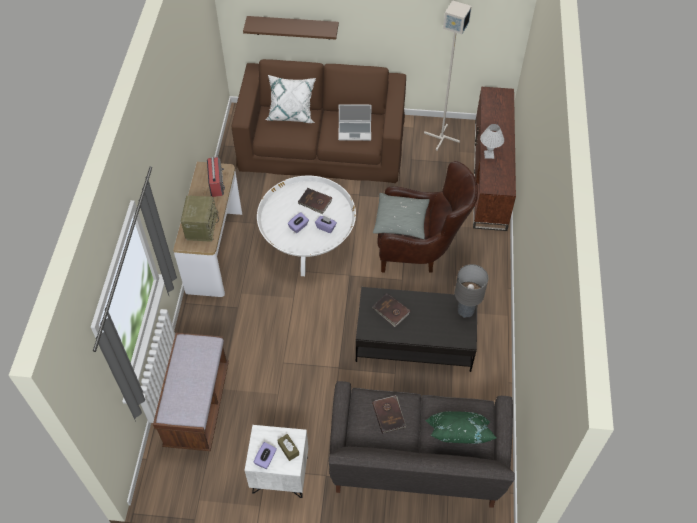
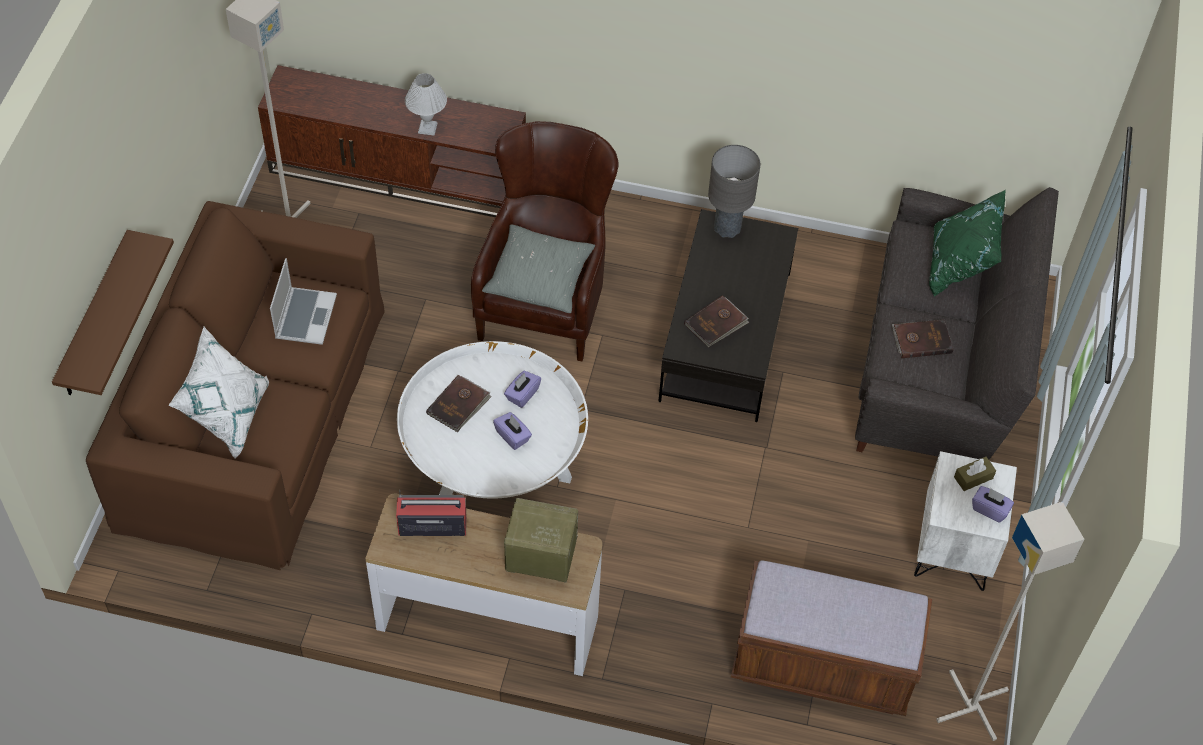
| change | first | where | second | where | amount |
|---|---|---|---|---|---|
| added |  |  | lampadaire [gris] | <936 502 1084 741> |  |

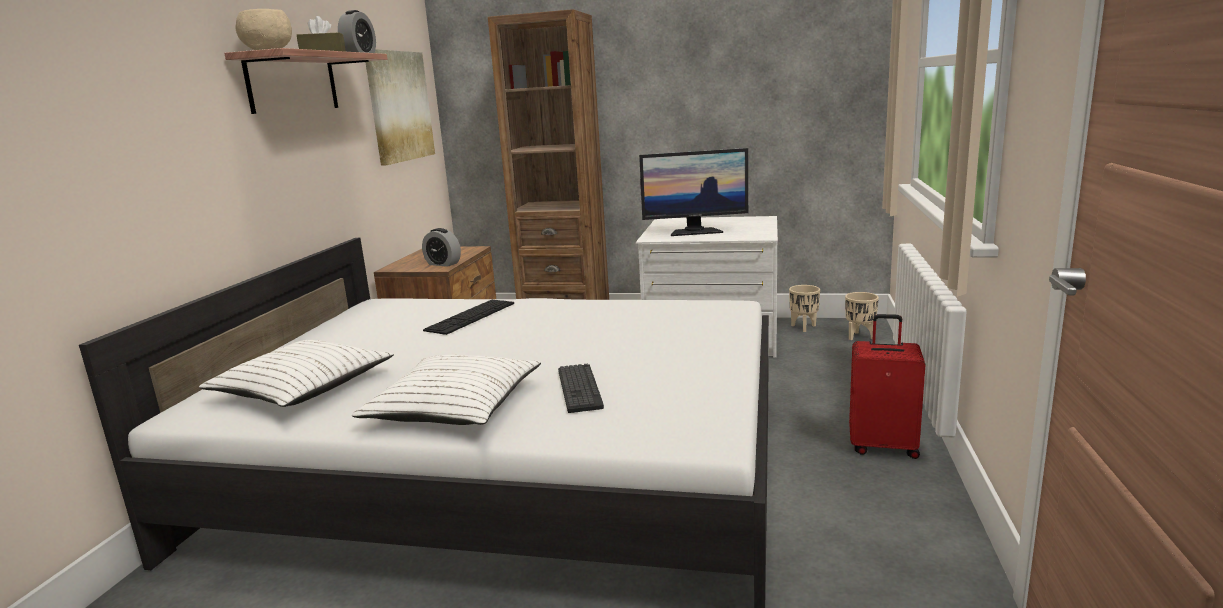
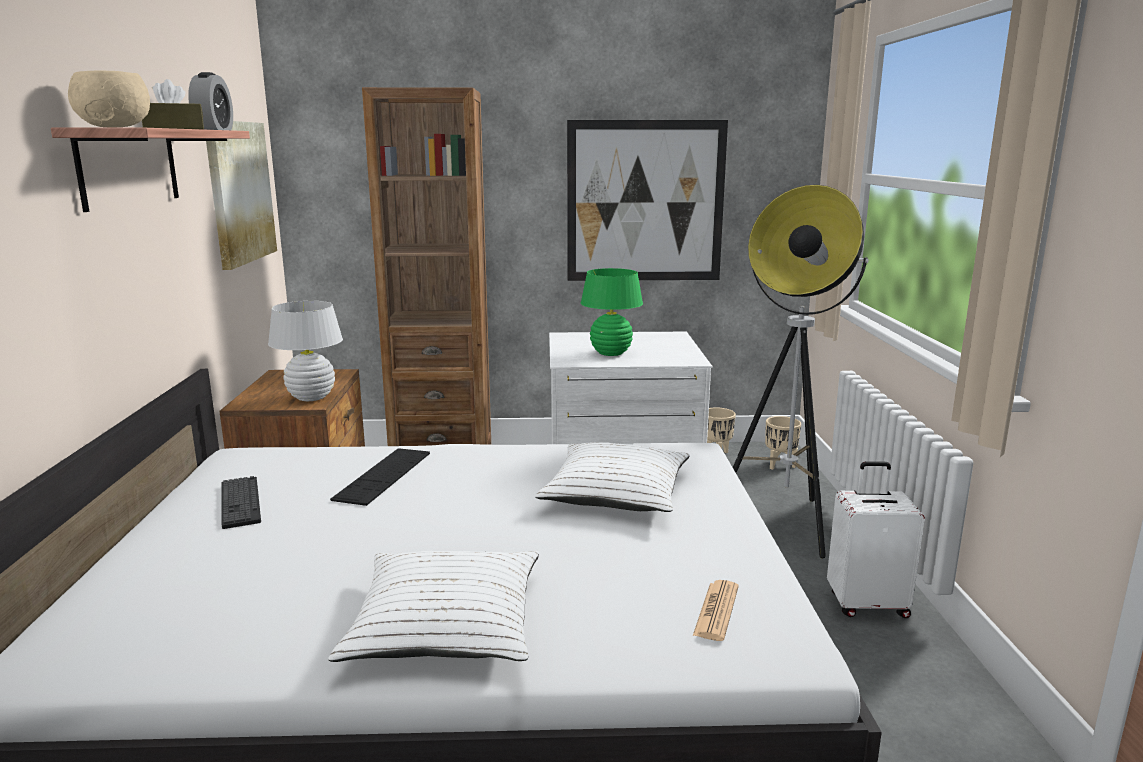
| change | first | where | second | where | amount |
|---|---|---|---|---|---|
| replaced | écran d'ordinateur | <639 148 748 236> | lampe de table [vert] | <581 268 643 356> |  |
| replaced | réveil | <422 228 461 267> | lampe de table [blanc] | <268 301 343 401> |  |
| recoloured | valise [rouge] | <849 314 926 459> | valise [blanc] | <827 461 925 618> |  |
| moved | coussin [blanc] | <199 340 394 407> |  | <535 442 690 512> |  |
| moved | clavier | <558 364 604 413> |  | <221 476 261 529> |  |
| added |  |  | tableau | <567 120 728 281> |  |
| added |  |  | lampadaire | <733 185 869 559> |  |
| added |  |  | journal | <693 580 739 641> |  |

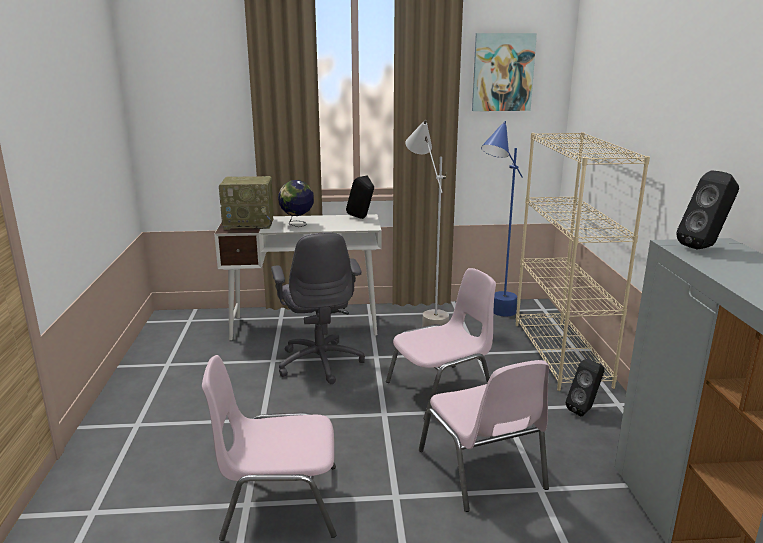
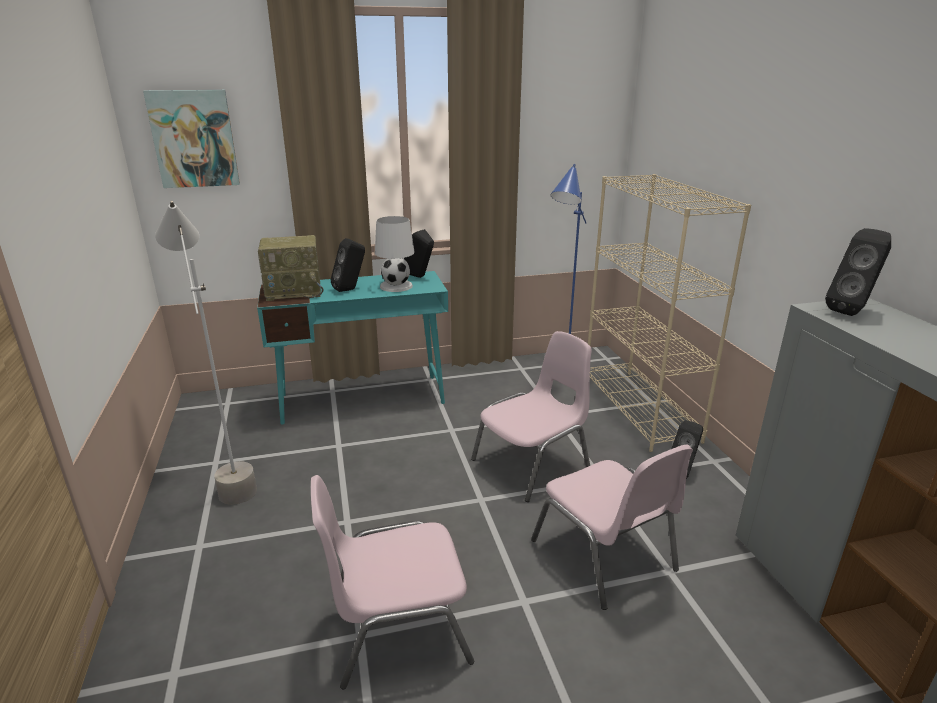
| change | first | where | second | where | amount |
|---|---|---|---|---|---|
| moved | tableau | <472 33 537 111> |  | <143 90 240 188> |  |
| moved | lampadaire [gris] | <405 120 449 327> |  | <155 201 257 505> |  |
| replaced | globe | <278 180 314 227> | enceinte [noir] | <330 238 365 292> |  |
| recoloured | bureau [blanc] | <214 214 381 340> | bureau [turquoise] | <257 271 448 424> |  |
| removed | chaise de bureau [gris] | <271 232 365 384> |  |  |  |
| added |  |  | lampe de table [blanc] | <375 216 415 292> |  |

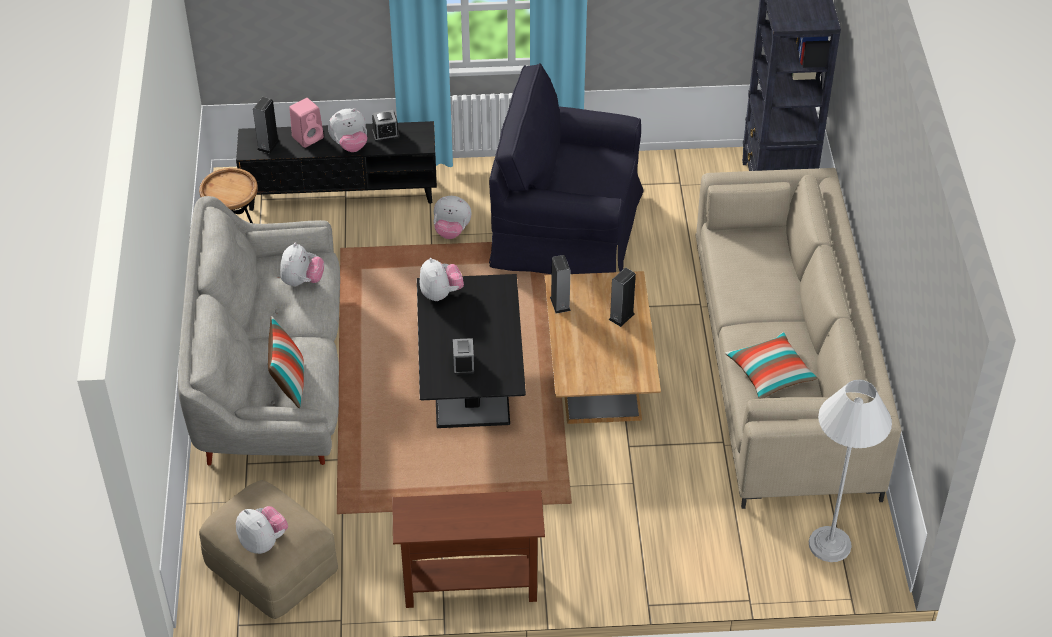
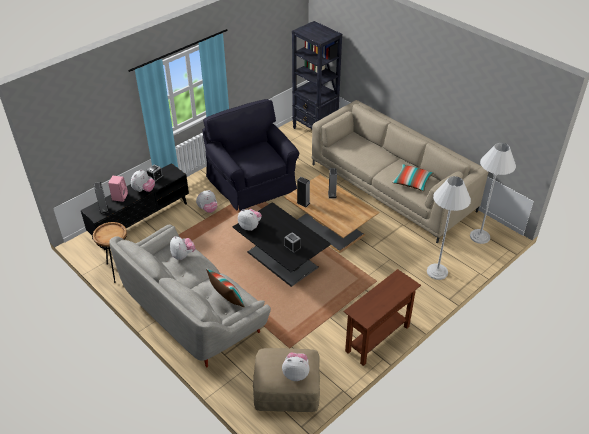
| change | first | where | second | where | amount |
|---|---|---|---|---|---|
| turned | fauteuil [noir] | <489 63 644 274> |  | <202 99 299 211> | 90 degrees clockwise |
| added |  |  | lampadaire [blanc] | <427 176 471 280> |  |

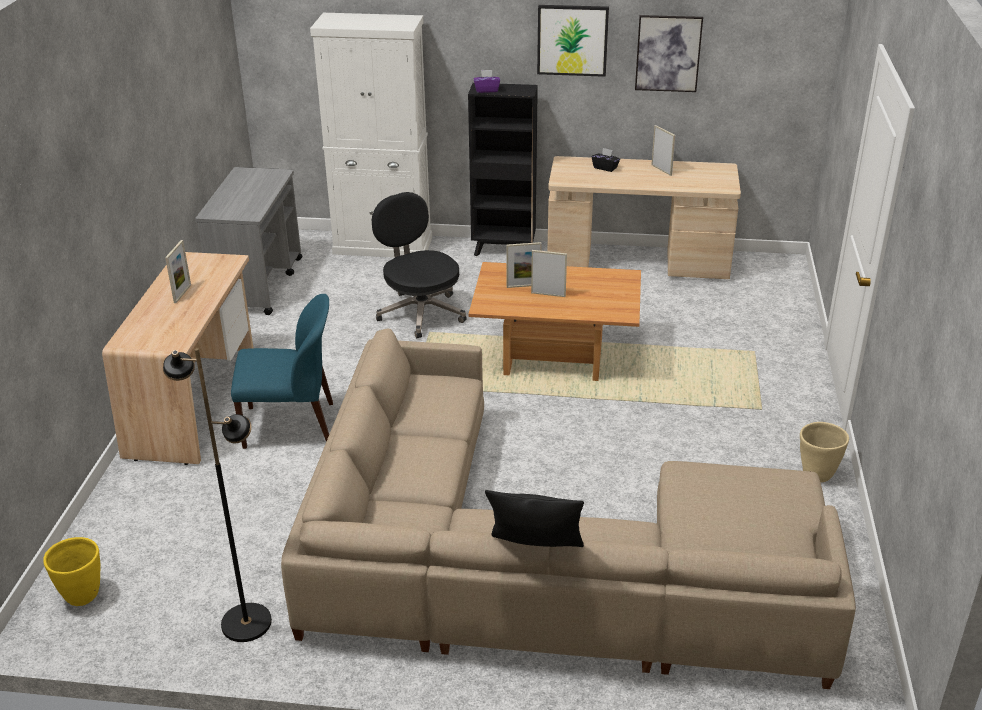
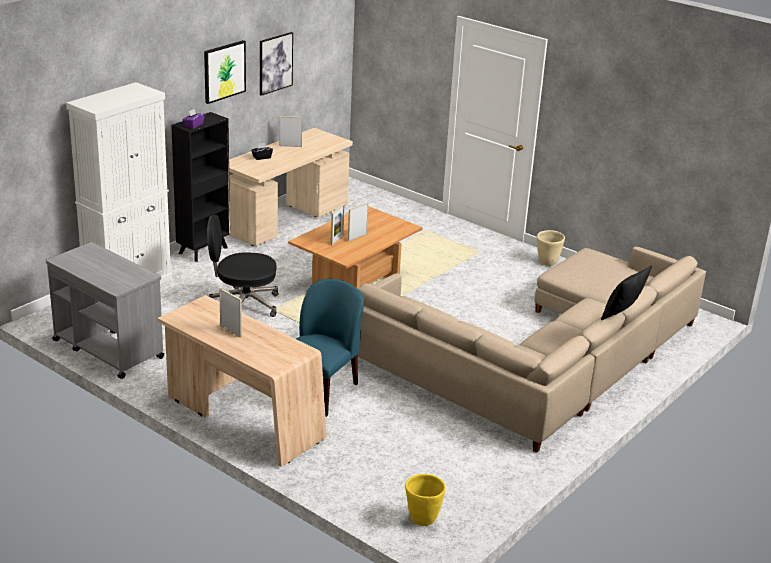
| change | first | where | second | where | amount |
|---|---|---|---|---|---|
| removed | lampadaire [noir] | <163 348 272 642> |  |  |  |

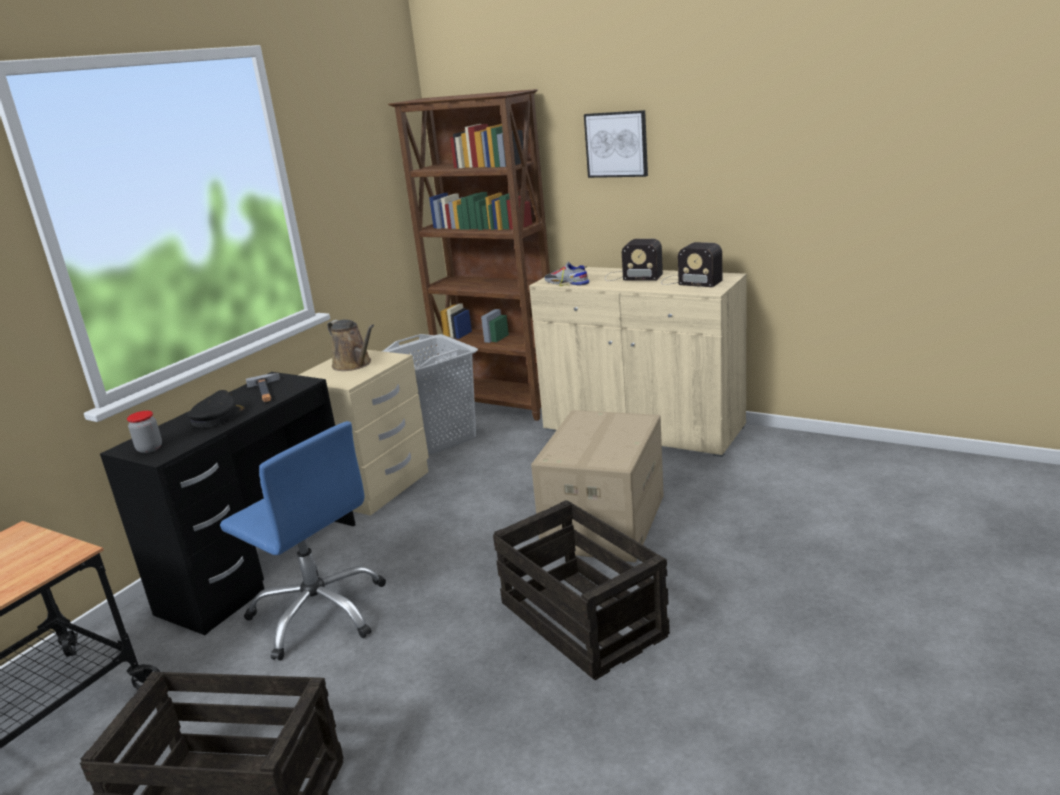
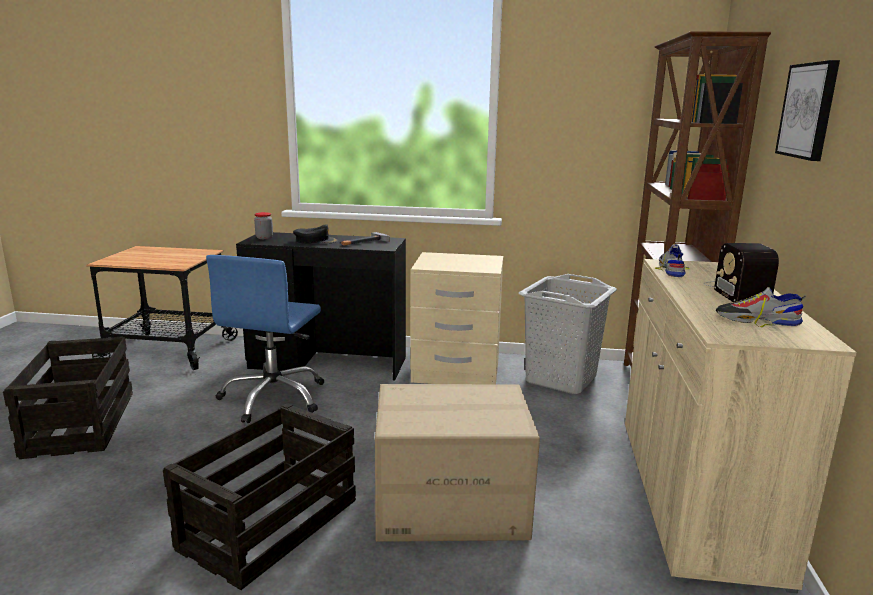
| change | first | where | second | where | amount |
|---|---|---|---|---|---|
| replaced | radio | <661 242 722 287> | chaussure | <716 287 806 327> |  |
| removed | arrosoir [marron] | <327 319 374 371> |  |  |  |

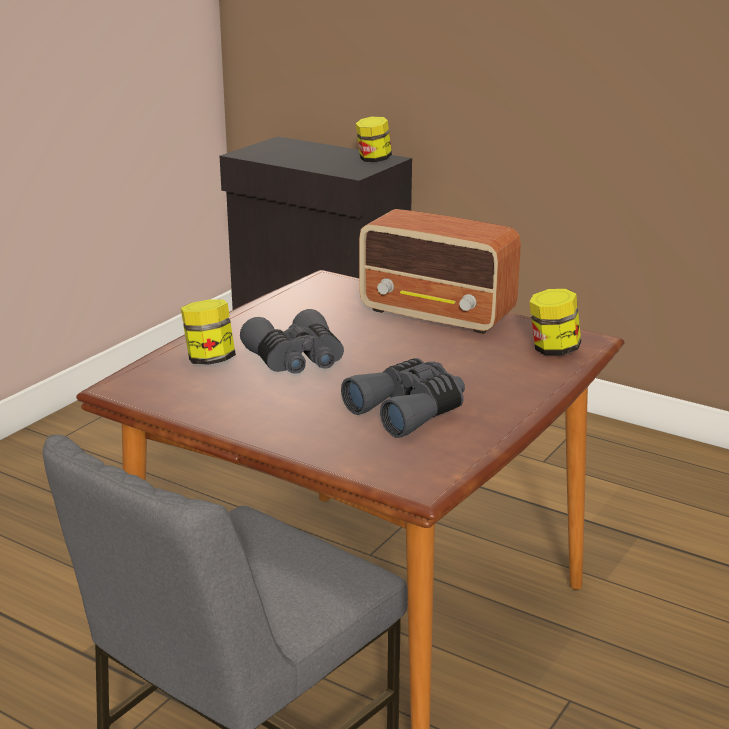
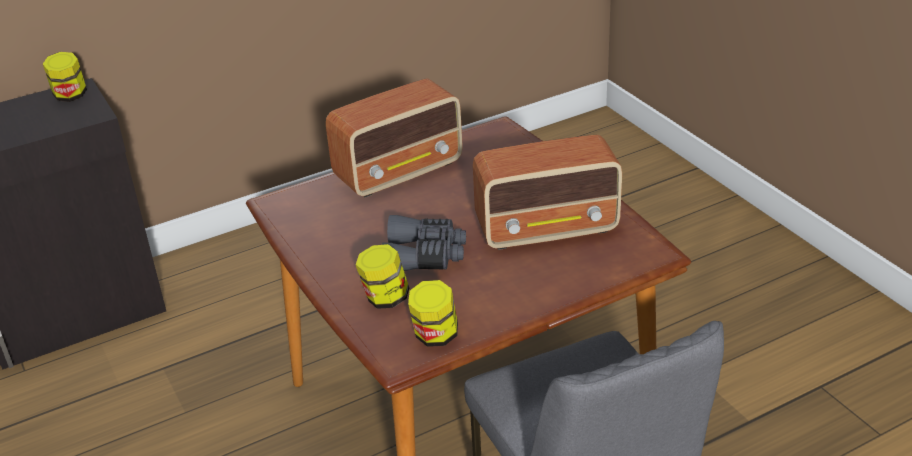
| change | first | where | second | where | amount |
|---|---|---|---|---|---|
| moved | bocal | <529 289 581 355> |  | <408 280 458 347> |  |
| replaced | jumelles [gris] | <341 358 465 438> | radio | <473 135 622 250> |  |

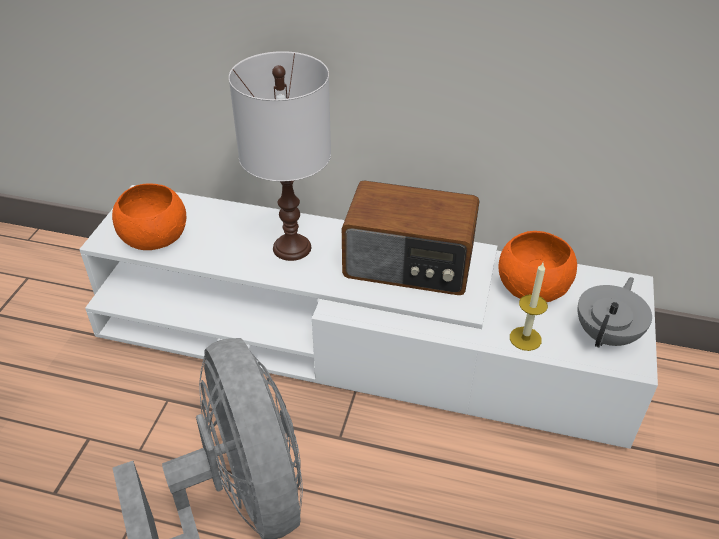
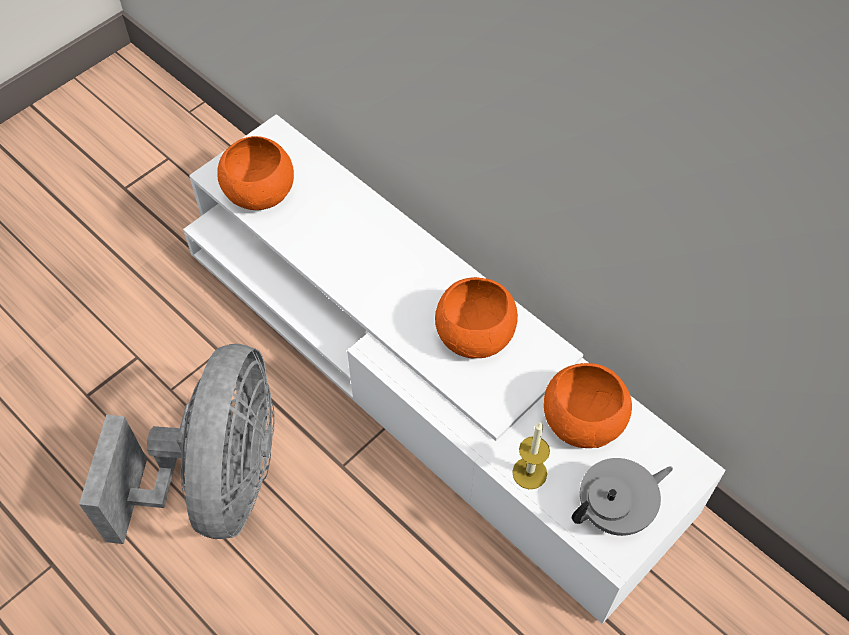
| change | first | where | second | where | amount |
|---|---|---|---|---|---|
| removed | lampe de table [blanc] | <229 51 331 261> |  |  |  |
| replaced | radio | <342 180 479 295> | bol [orange] | <435 277 518 358> |  |

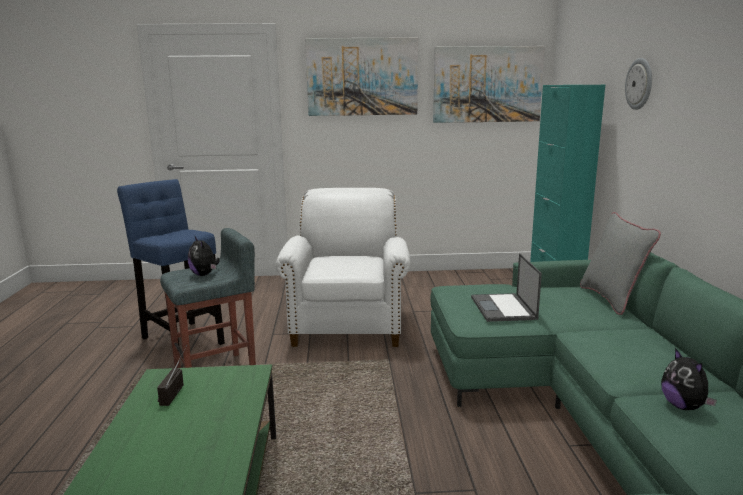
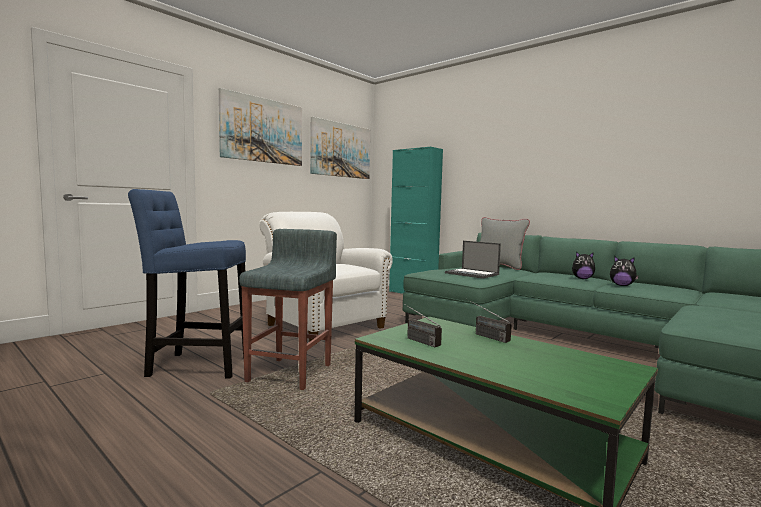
| change | first | where | second | where | amount |
|---|---|---|---|---|---|
| removed | horloge murale | <625 58 652 110> |  |  |  |
| moved | peluche | <188 237 220 276> |  | <572 252 595 279> |  |
| added |  |  | radio | <467 299 512 343> |  |

